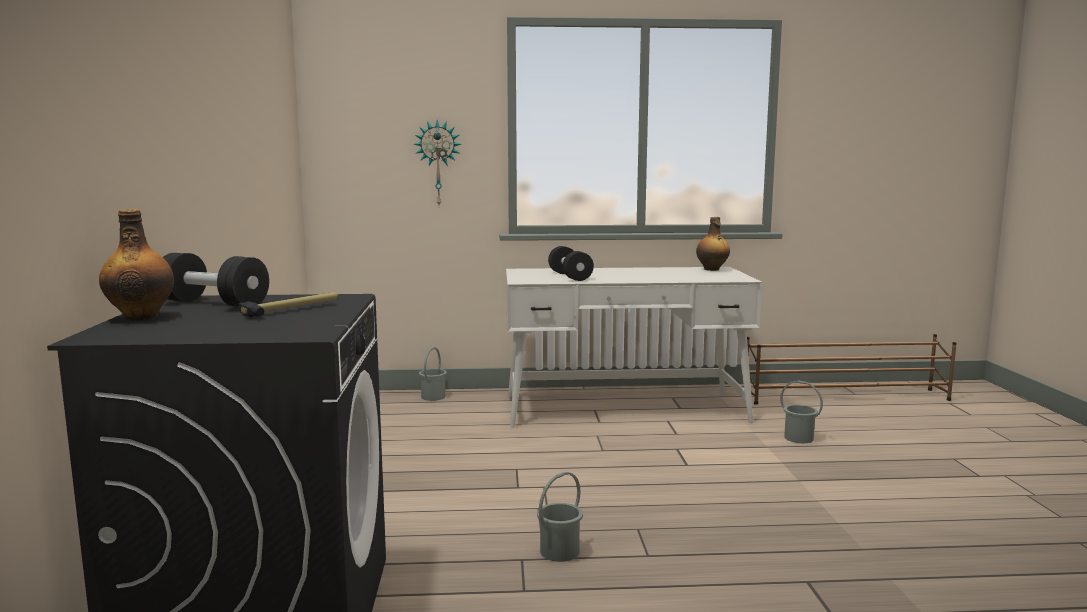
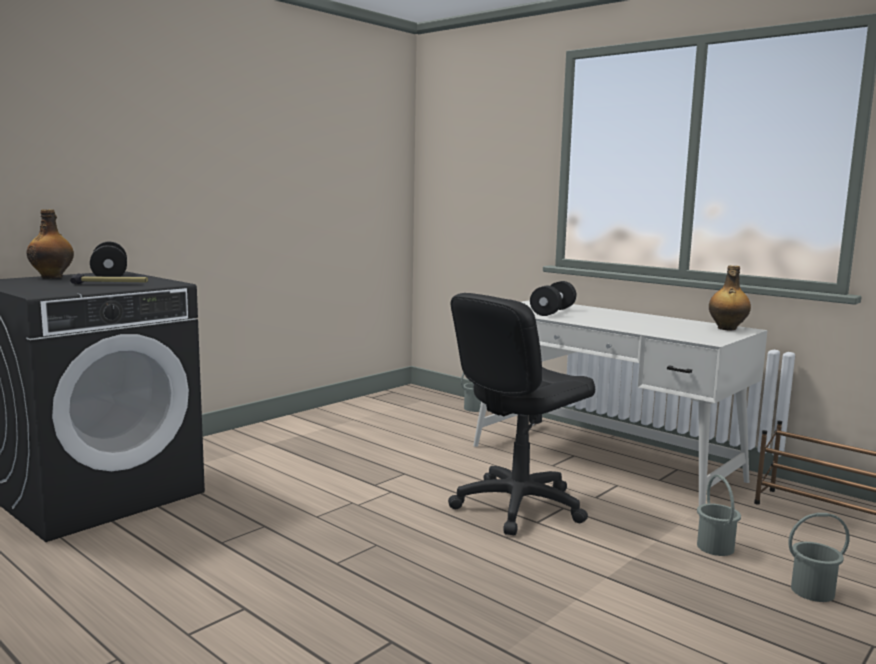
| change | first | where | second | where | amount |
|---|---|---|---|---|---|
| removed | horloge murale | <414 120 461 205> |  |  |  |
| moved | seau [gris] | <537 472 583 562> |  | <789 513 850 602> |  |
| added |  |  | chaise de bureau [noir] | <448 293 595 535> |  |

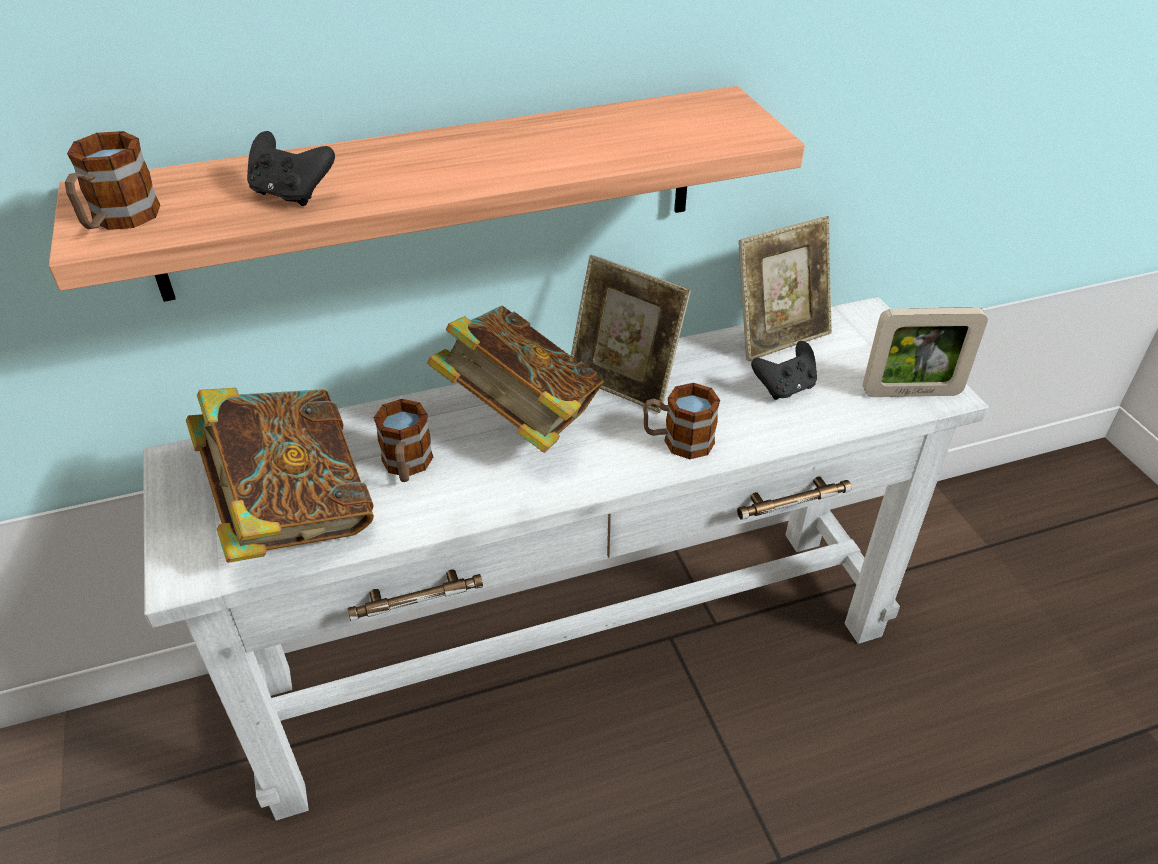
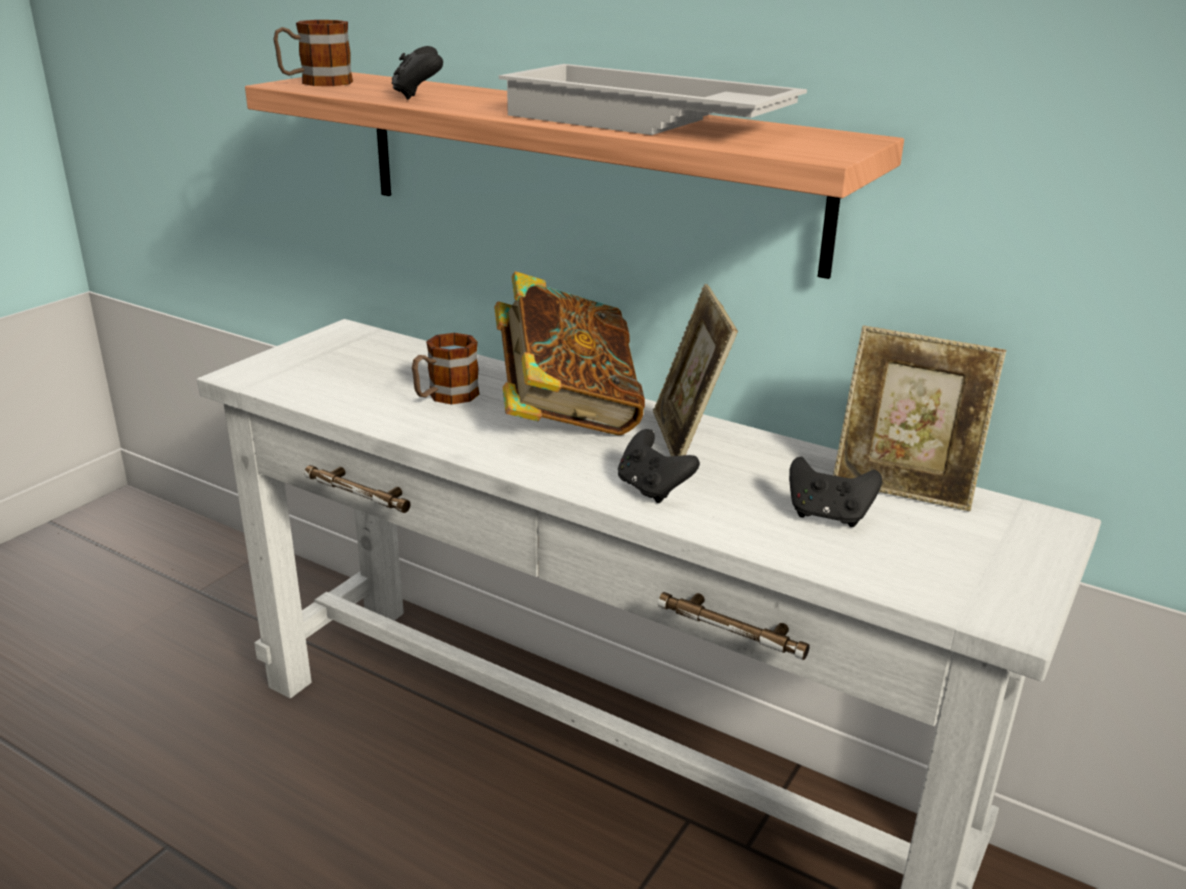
| change | first | where | second | where | amount |
|---|---|---|---|---|---|
| removed | cadre photo | <863 307 988 397> |  |  |  |
| replaced | mug | <643 383 720 459> | manette [noir] | <618 429 700 503> |  |
| removed | livre | <186 388 374 563> |  |  |  |
| added |  |  | plateau [blanc] | <499 64 807 135> |  |

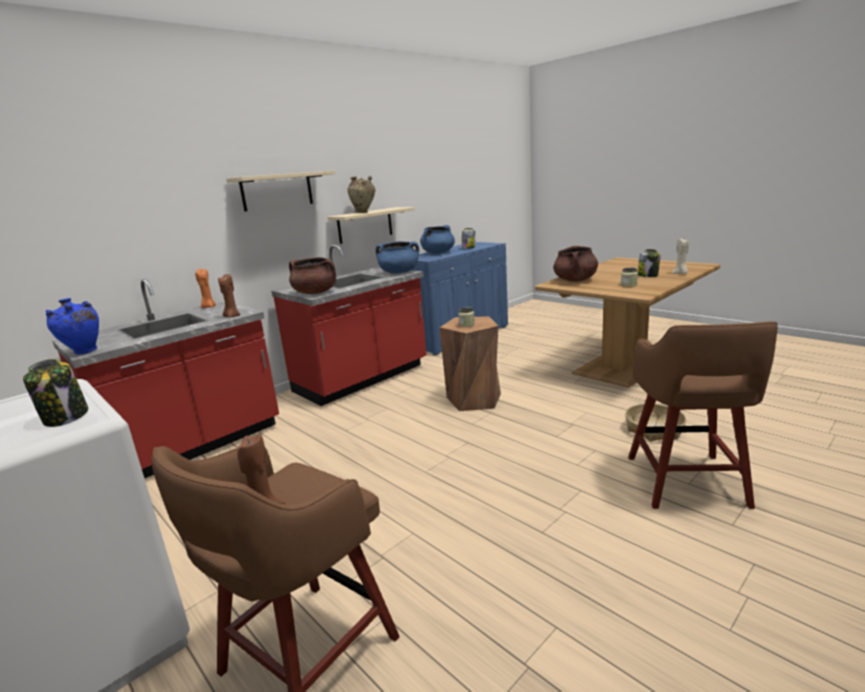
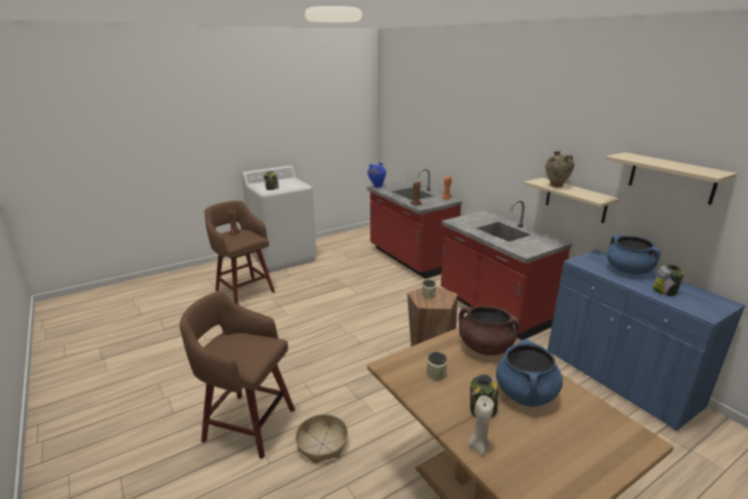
| change | first | where | second | where | amount |
|---|---|---|---|---|---|
| moved | étagère [beige] | <226 170 335 212> |  | <605 152 737 205> |  |
| moved | marmite [bleu] | <376 241 419 273> |  | <496 339 563 407> |  |
| removed | marmite [marron] | <289 257 336 294> |  |  |  |

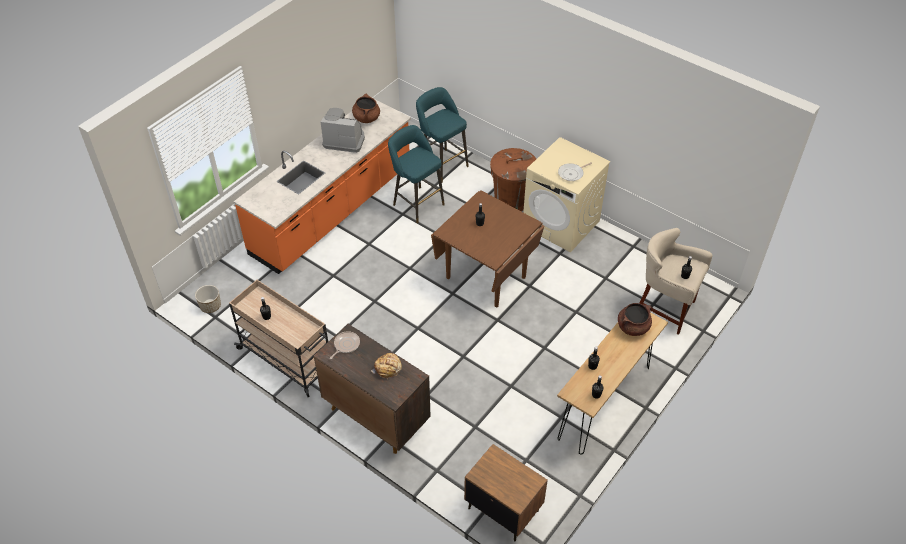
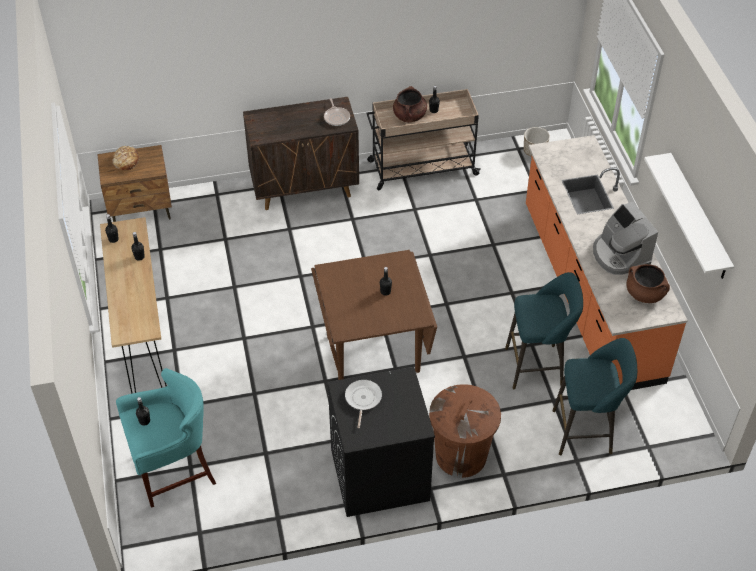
| change | first | where | second | where | amount |
|---|---|---|---|---|---|
| turned | machine à café | <321 108 365 153> |  | <593 202 658 275> | 105 degrees clockwise |
| recoloured | lave-linge [beige] | <523 137 610 252> | lave-linge [noir] | <328 367 435 517> |  |
| recoloured | tabouret [beige] | <640 228 713 335> | tabouret [turquoise] | <116 368 216 508> |  |
| moved | marmite [marron] | <618 303 652 336> |  | <393 86 427 123> |  |
| moved | pain | <371 353 402 378> |  | <112 146 139 170> |  |
| added |  |  | étagère [blanc] | <644 153 734 279> |  |

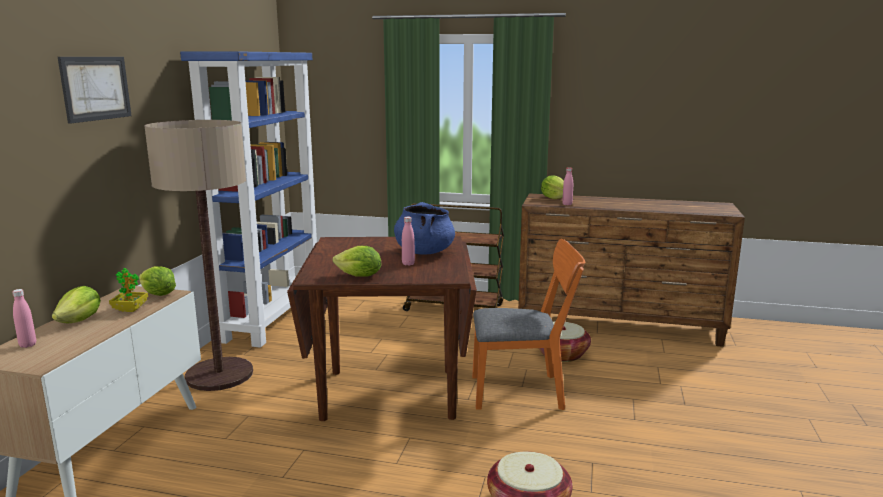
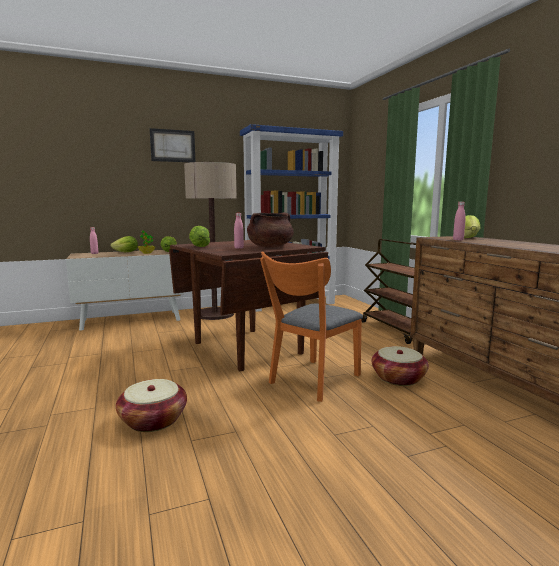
| change | first | where | second | where | amount |
|---|---|---|---|---|---|
| recoloured | marmite [bleu] | <394 202 455 255> | marmite [marron] | <247 212 293 248> |  |
| turned | chaise [orange] | <472 239 586 410> |  | <260 251 363 402> | 75 degrees clockwise |

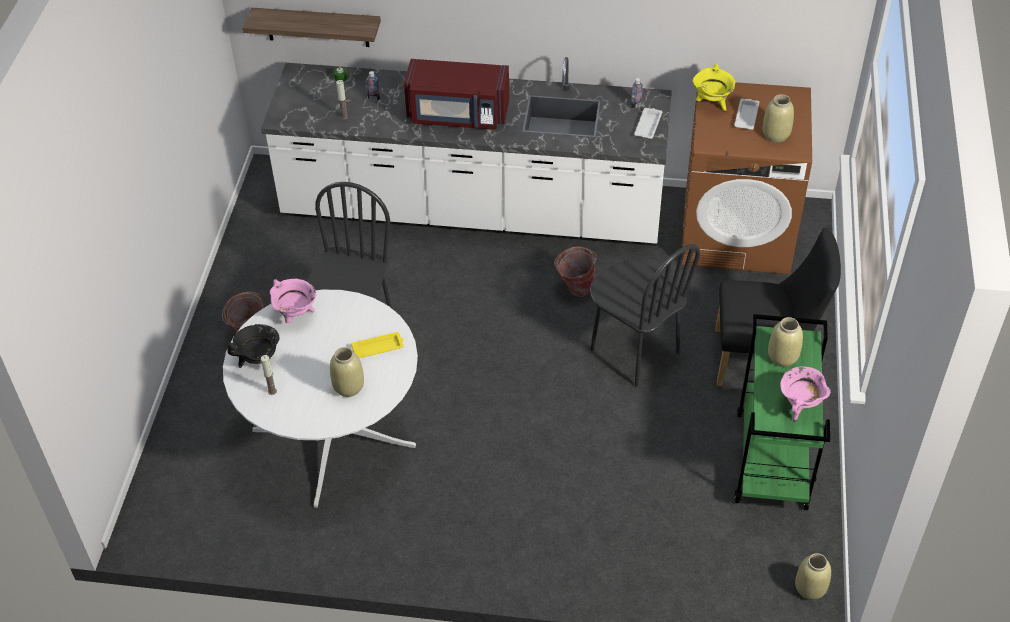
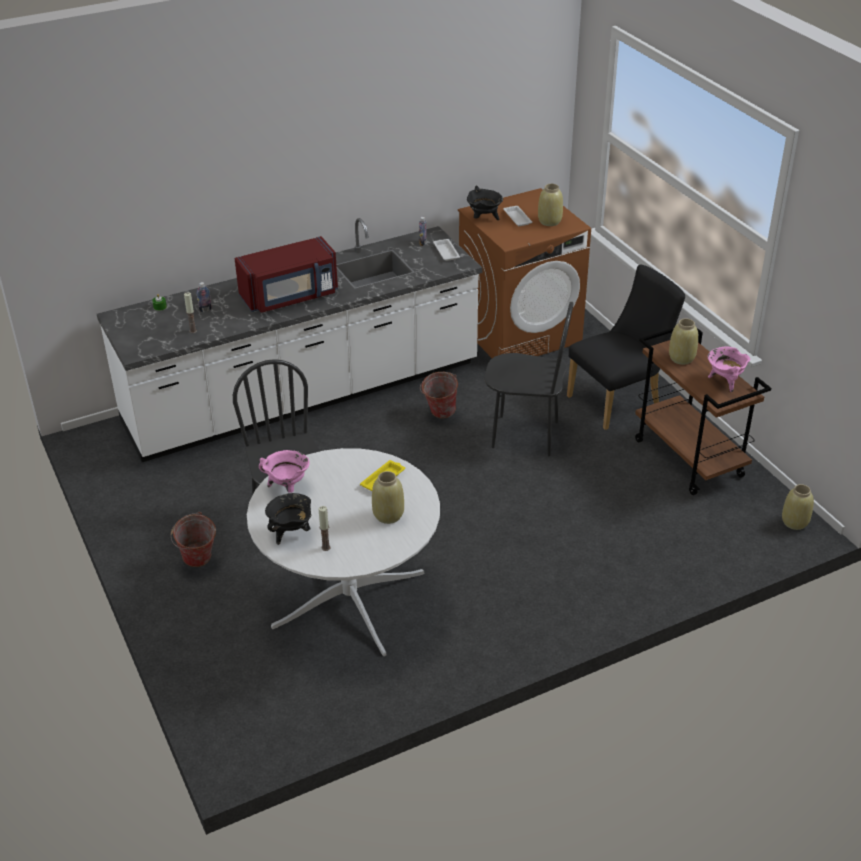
| change | first | where | second | where | amount |
|---|---|---|---|---|---|
| removed | étagère | <243 8 381 47> |  |  |  |
| recoloured | marmite [jaune] | <692 64 735 111> | marmite [noir] | <467 185 503 220> |  |
| recoloured | chariot [vert] | <735 314 830 510> | chariot [marron] | <635 328 771 495> |  |

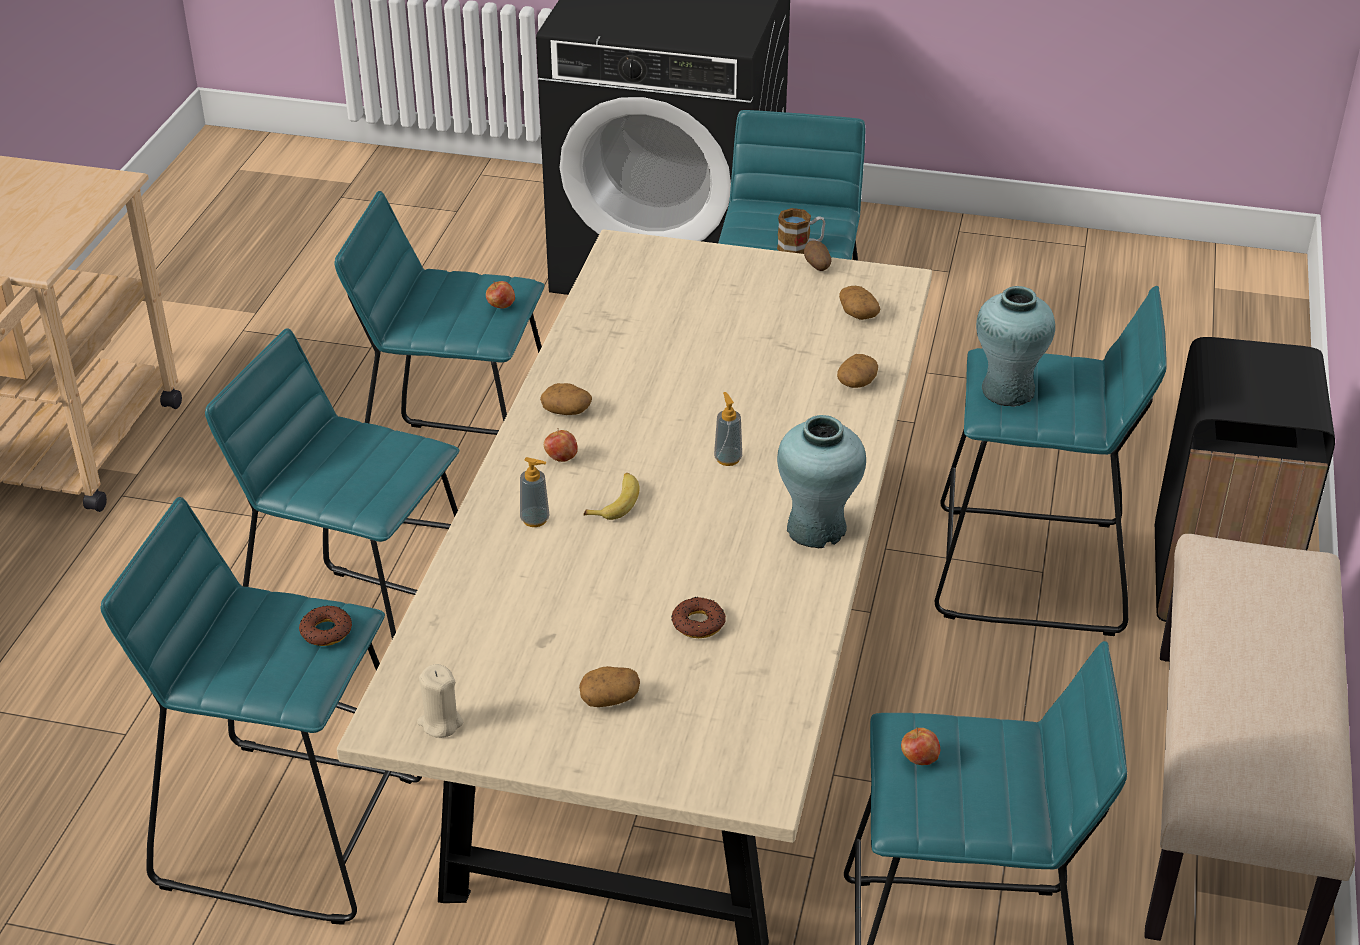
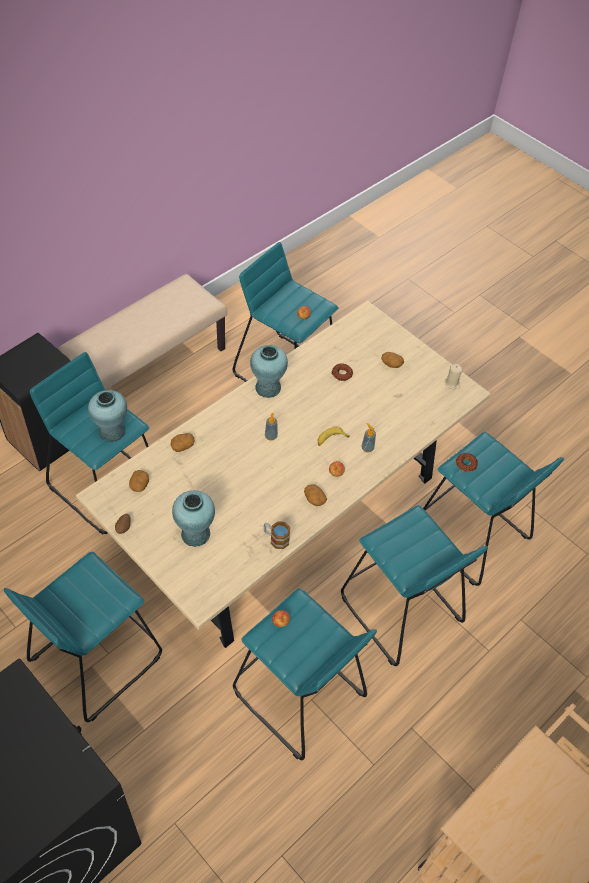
| change | first | where | second | where | amount |
|---|---|---|---|---|---|
| moved | mug | <777 208 825 254> |  | <263 521 290 549> |  |
| added |  |  | vase [turquoise] | <172 490 215 547> |  |

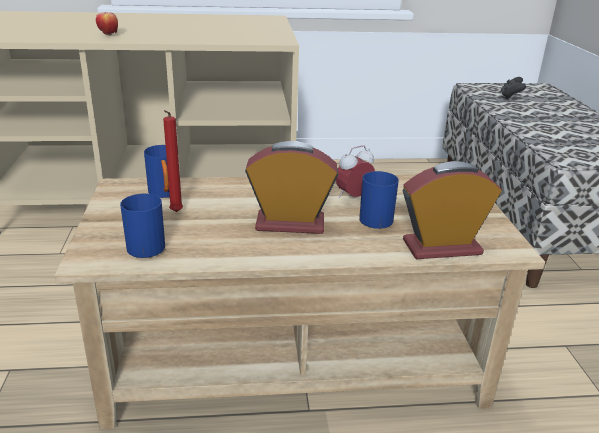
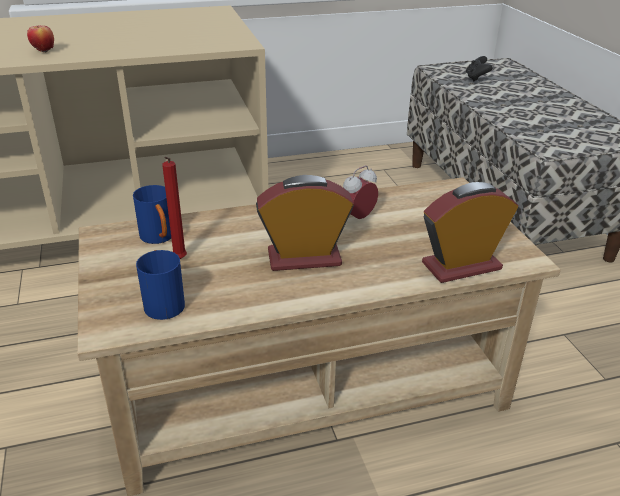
| change | first | where | second | where | amount |
|---|---|---|---|---|---|
| removed | mug [bleu] | <359 171 399 229> |  |  |  |

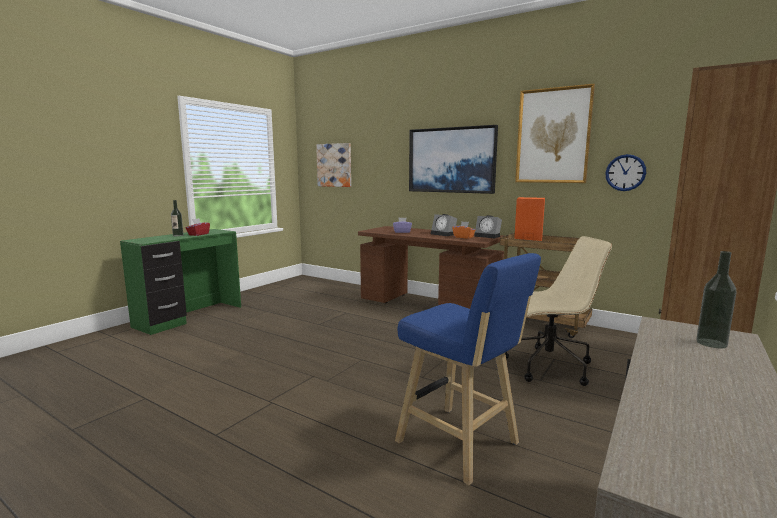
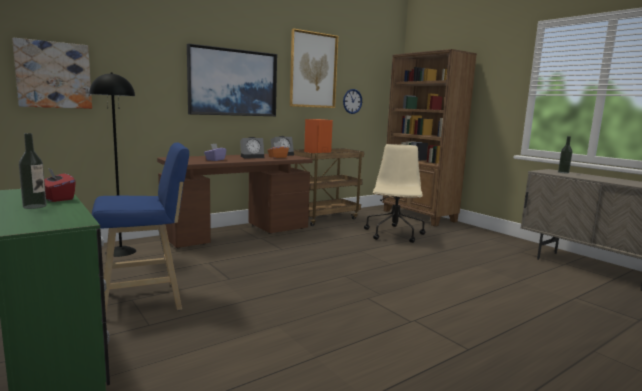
| change | first | where | second | where | amount |
|---|---|---|---|---|---|
| moved | tabouret [bleu] | <395 253 541 485> |  | <92 142 189 314> |  |
| added |  |  | lampadaire [noir] | <89 72 136 257> |  |

